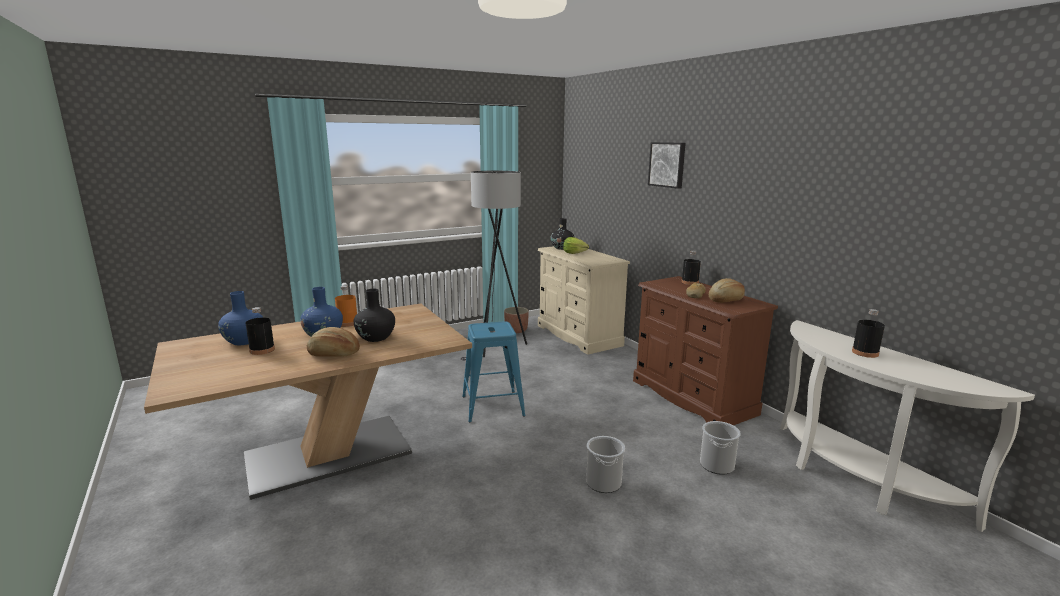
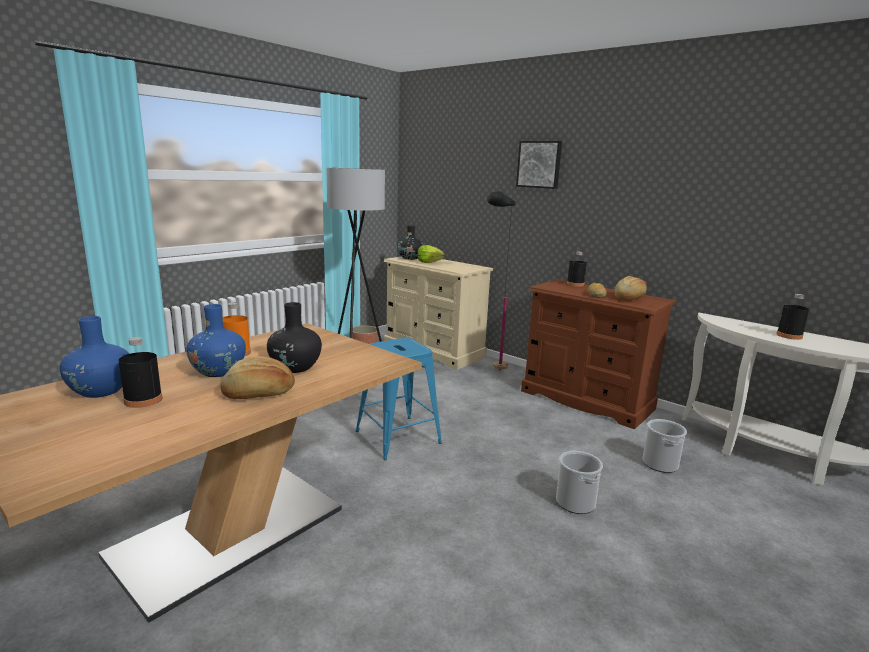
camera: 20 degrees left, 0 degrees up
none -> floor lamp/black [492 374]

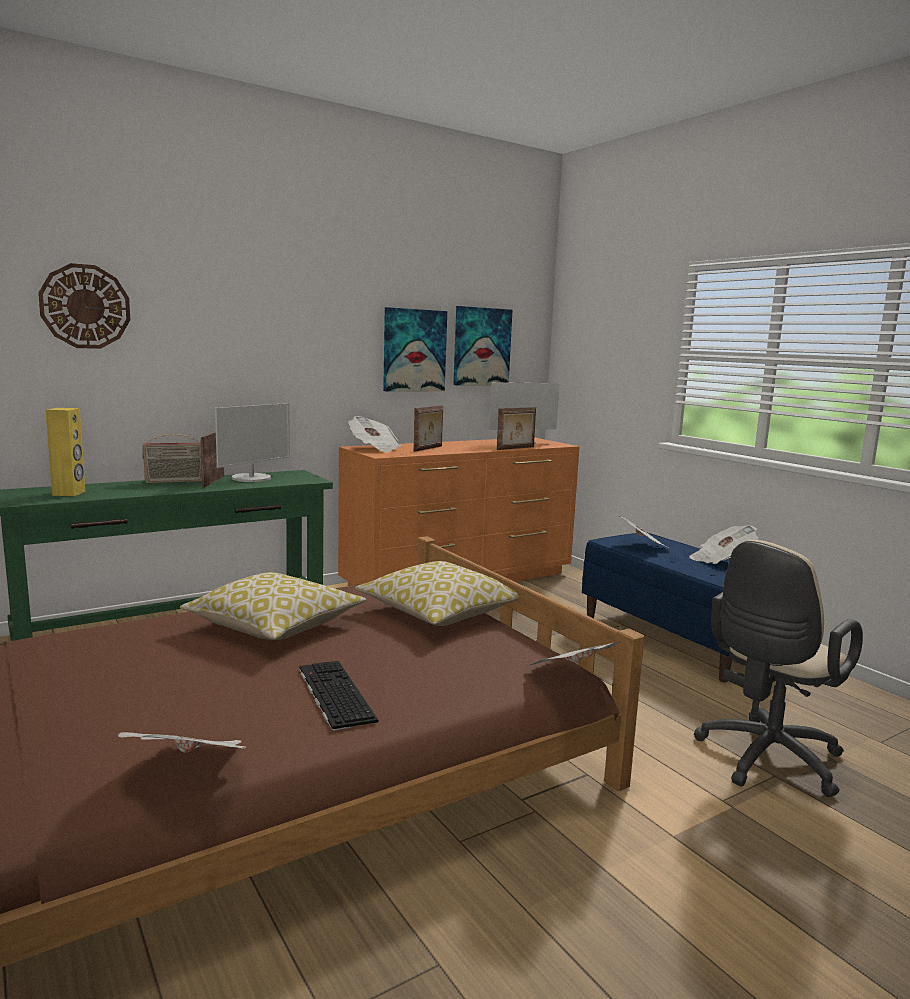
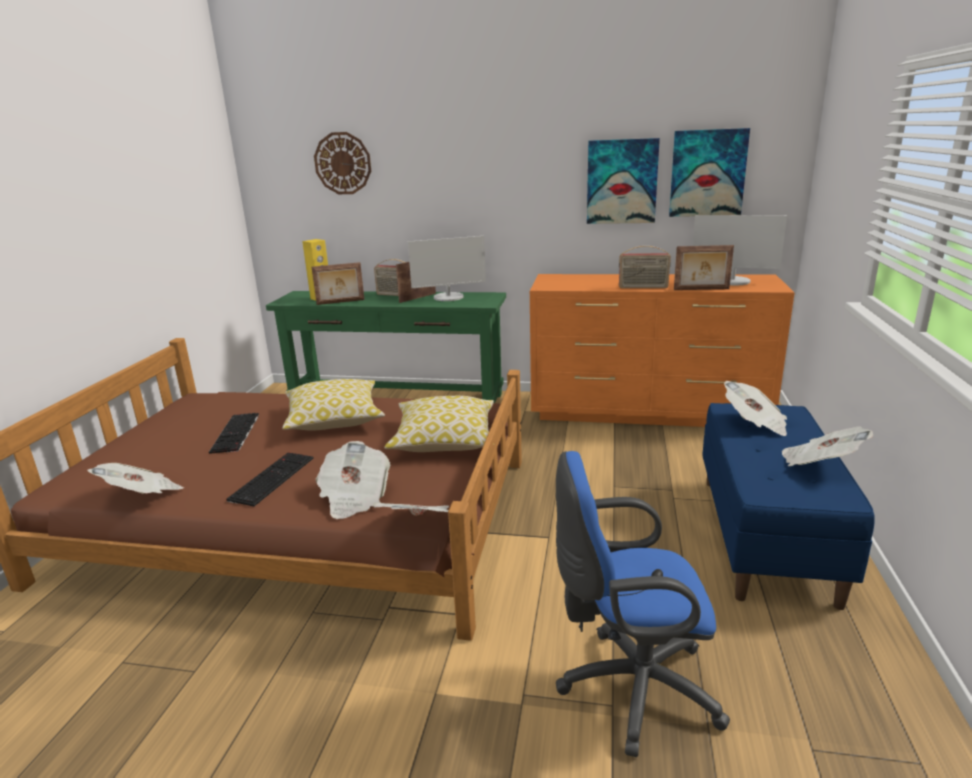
camera: 45 degrees right, 10 degrees up
none -> keyboard [236 433]
picture frame [428 448] -> picture frame [340 302], moved
newspaper [374 448] -> newspaper [354 497], moved
office chair/beige [765 760] -> office chair/blue [630 688]
none -> radio [643 287]

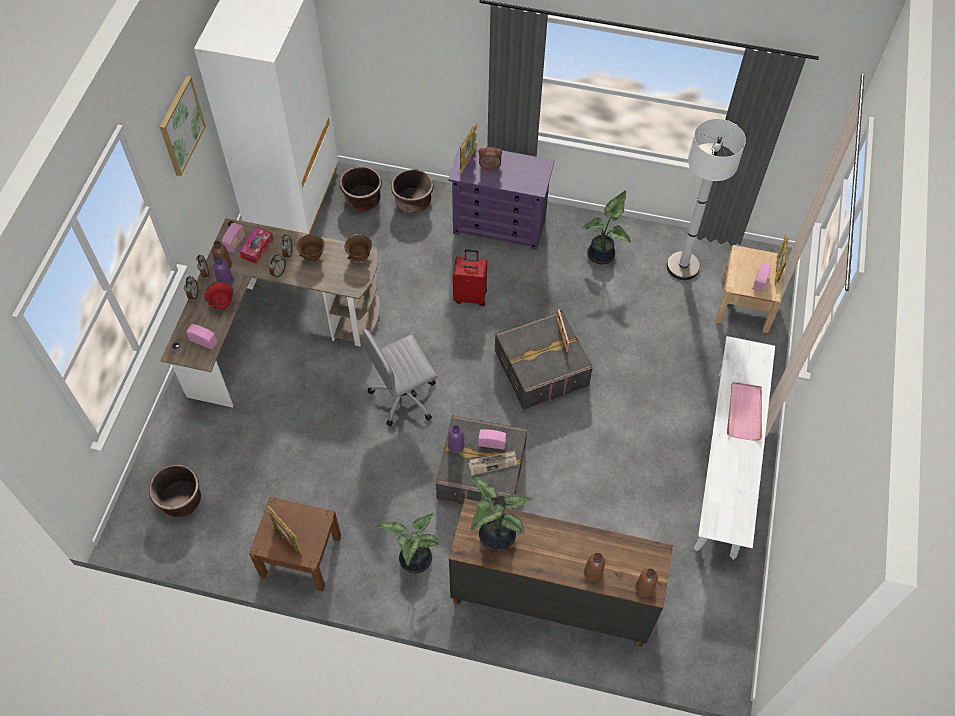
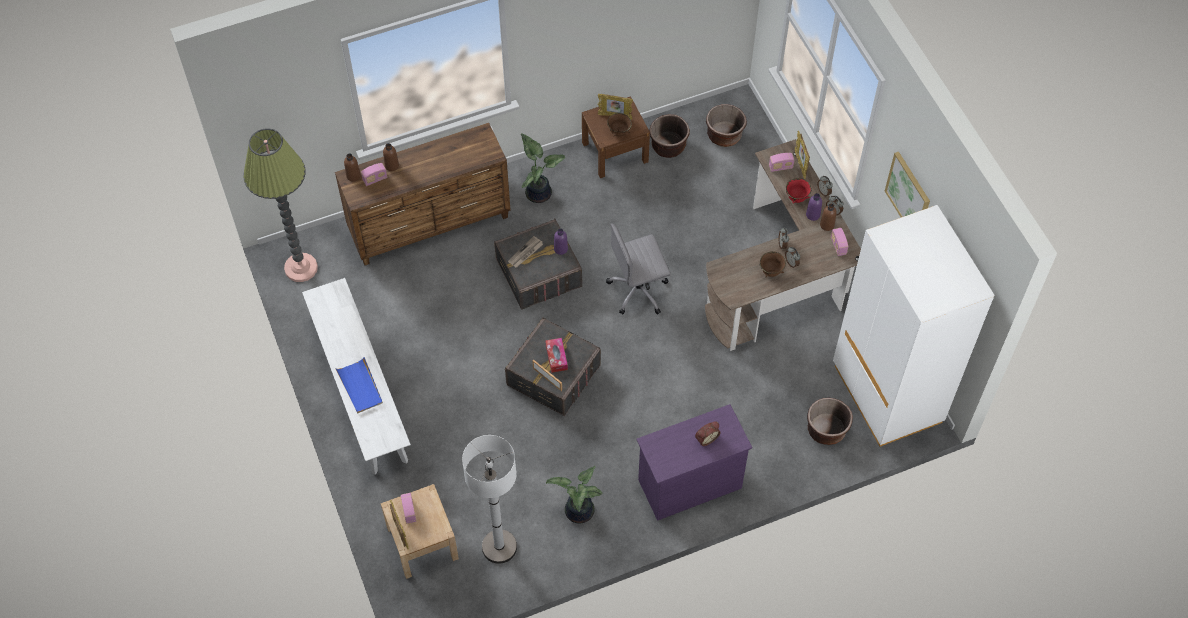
camera: 145 degrees right, 0 degrees up
none -> floor lamp [301 268]
tray/pink [744 412] -> tray/blue [360 387]
radio [492 443] -> radio [375 179], moved
tissue box [257 248] -> tissue box [556 357], moved
office chair/grey [405 396] -> office chair/grey [639 290], 135 degrees counterclockwise
bowl/brown [360 256] -> bowl/brown [619 133], moved
planter/brown [413 202] -> planter/brown [668 146], moved
picture frame [467 160] -> picture frame [800 165], moved
suitcase/red [470 296] -> none
potted plant [494 536] -> none

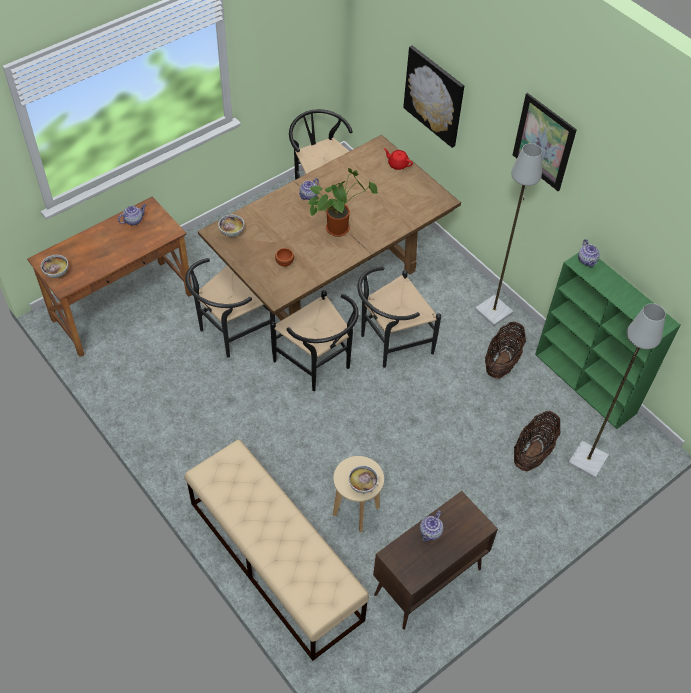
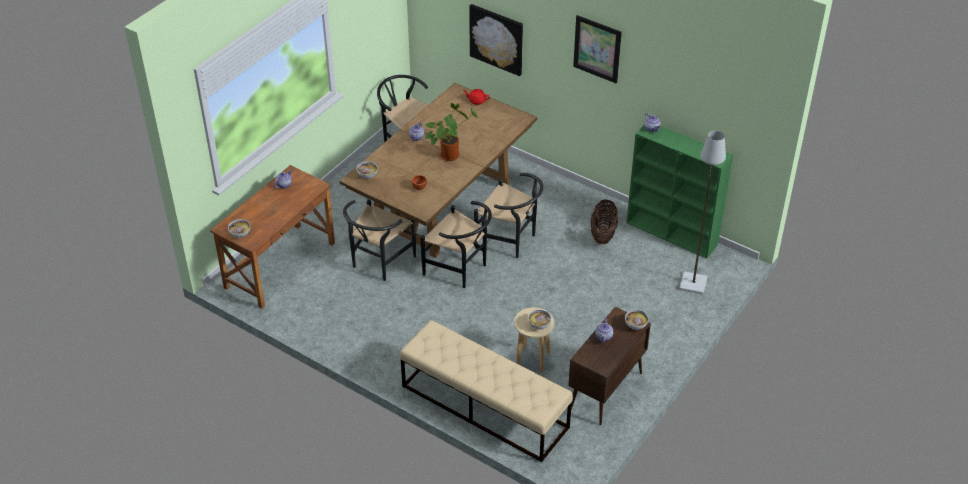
camera: 15 degrees left, 10 degrees down
chair/black [390 343] -> chair/black [510 241], 105 degrees counterclockwise
none -> bowl [635 326]
floor lamp/grey [494 311] -> none
basket [532 452] -> none

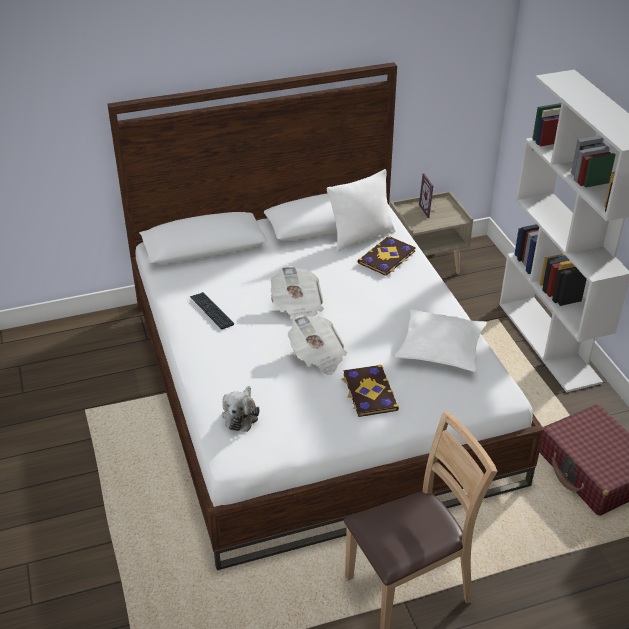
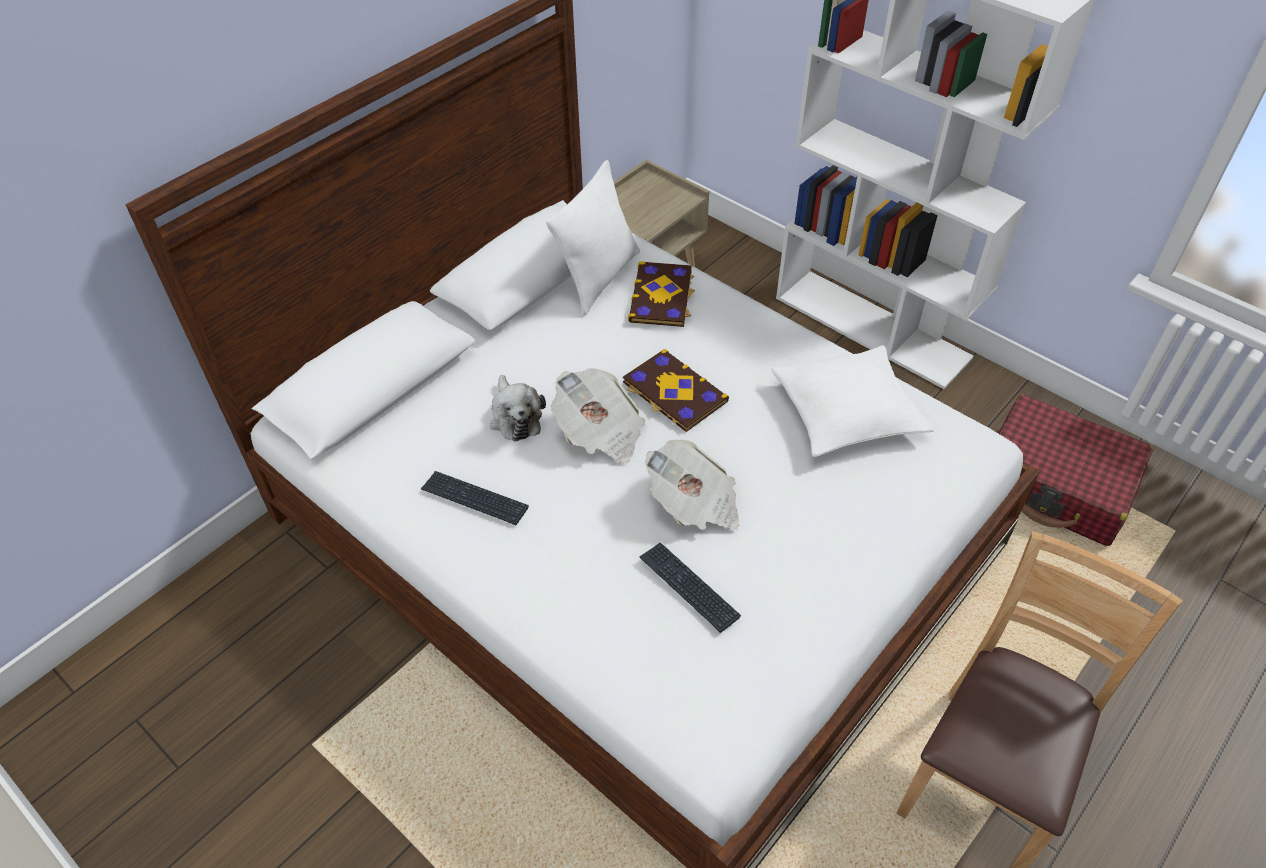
camera: 30 degrees left, 10 degrees up
plush toy [241 415] -> plush toy [515 417], moved
book [369 392] -> book [673 392], moved
none -> keyboard [688 587]
picture frame [429 210] -> none

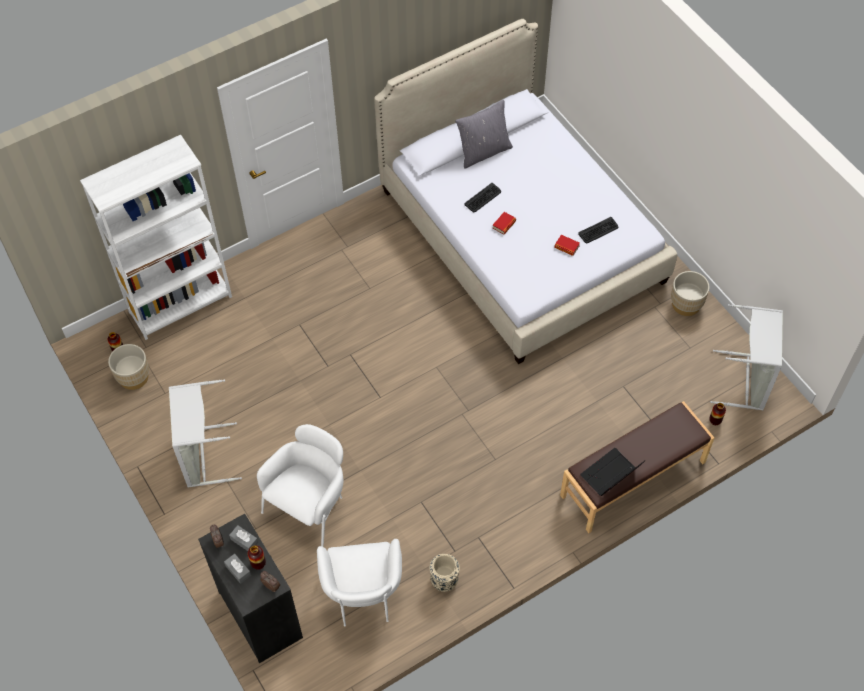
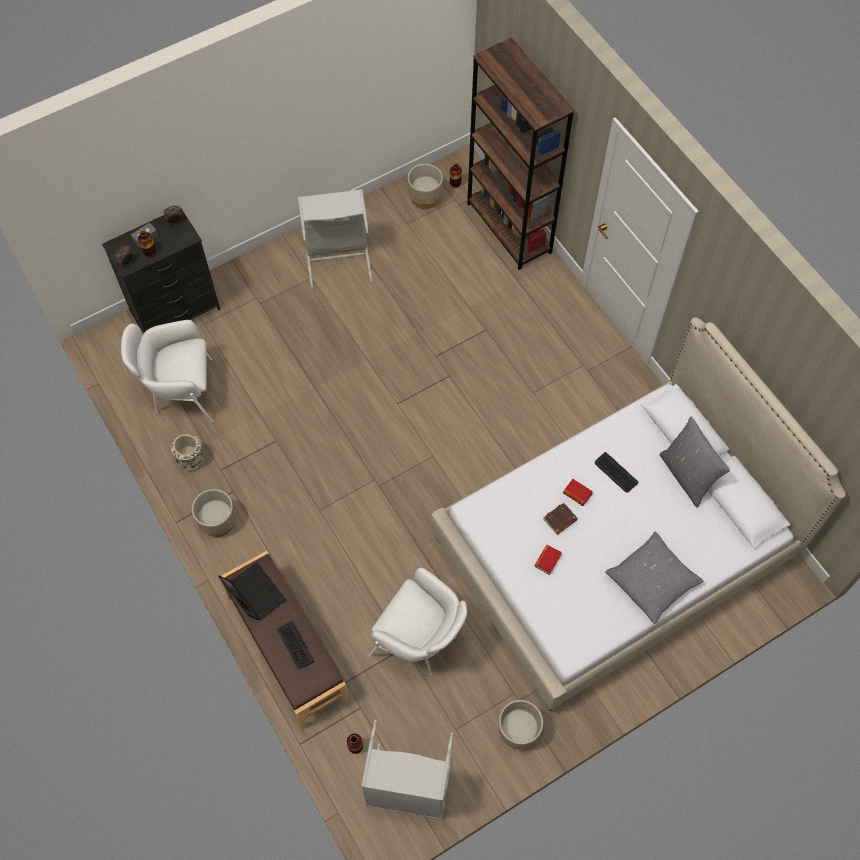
camera: 90 degrees right, 5 degrees up
none -> planter/beige [218 522]
keyboard [598 230] -> keyboard [295 645], moved
armchair/white [310 506] -> armchair/white [420 641], moved
bookcase/white [180 304] -> bookcase/brown [509 228]
none -> book/brown [560 520]
none -> pillow/grey [652 581]
tissue box/grey [244 541] -> none

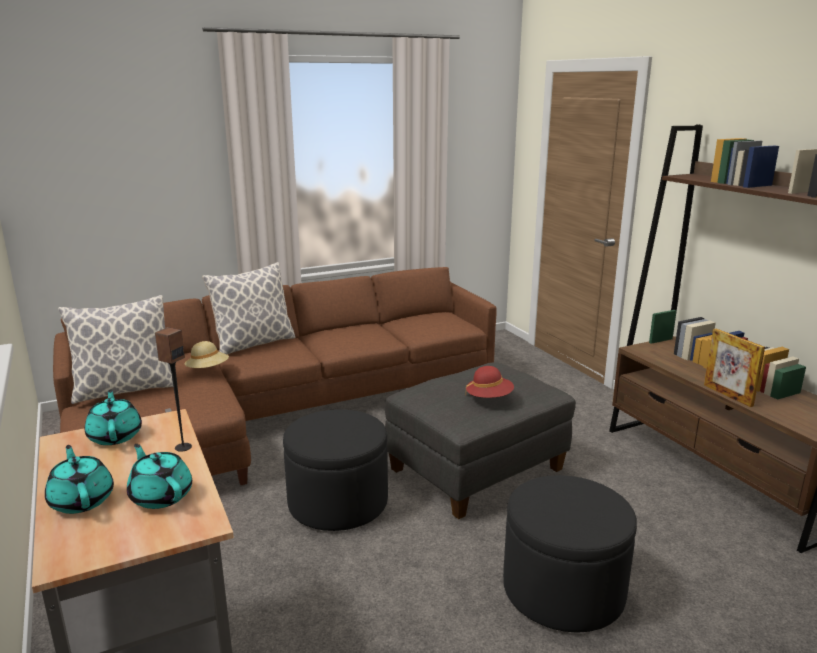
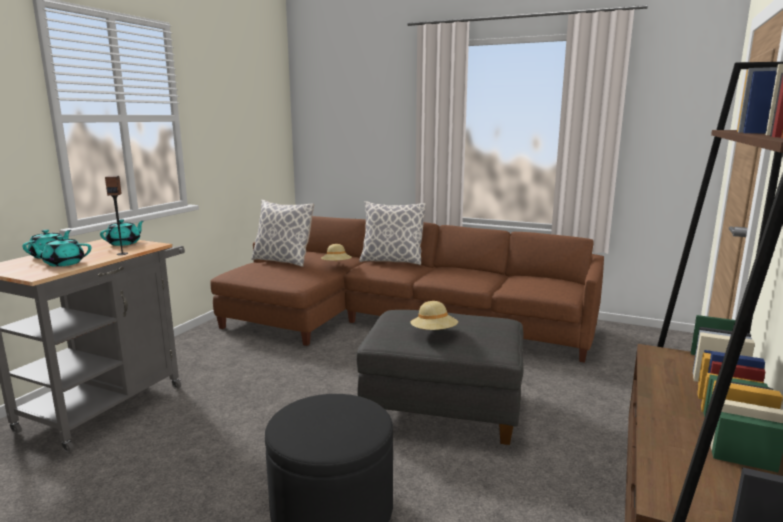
camera: 50 degrees right, 5 degrees down
teapot/turquoise [161 495] -> teapot/turquoise [63 263], 105 degrees counterclockwise
hat/red [489 398] -> hat/beige [434 333]
ottoman/black [338 503] -> none
picture frame [727 395] -> none

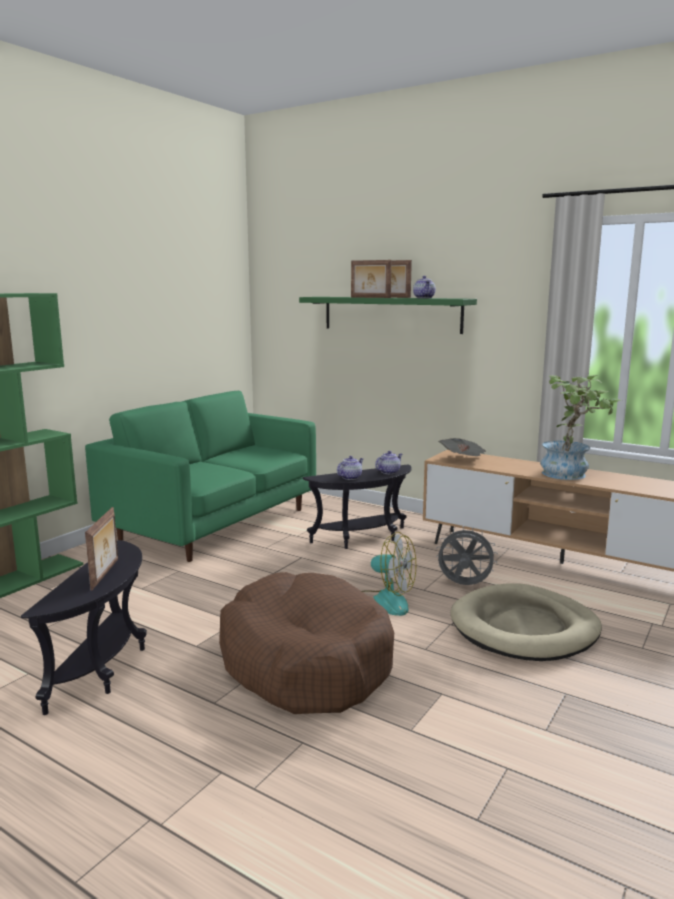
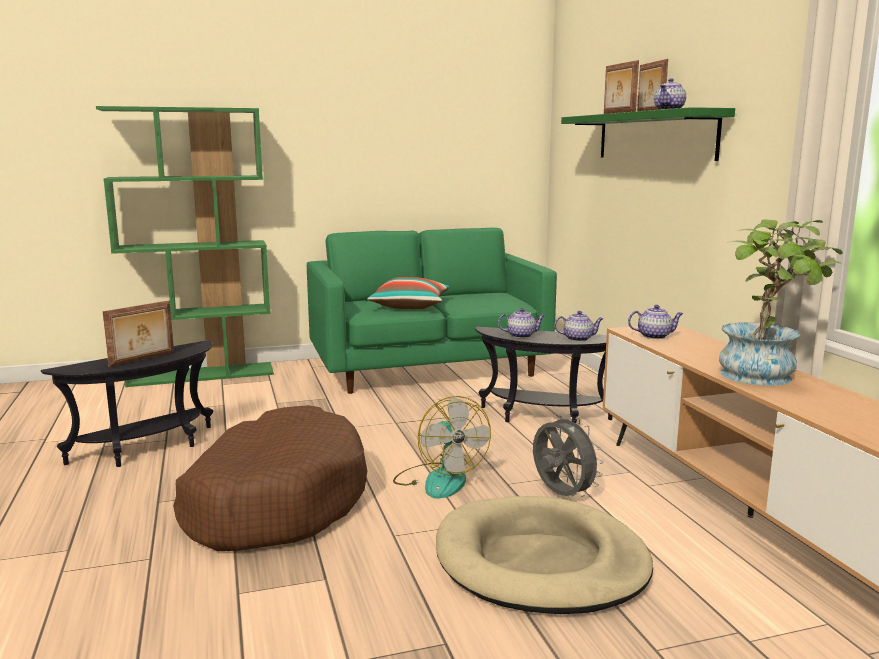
camera: 40 degrees right, 0 degrees up
none -> pillow [410 306]
newspaper [463 460] -> teapot [655 336]

